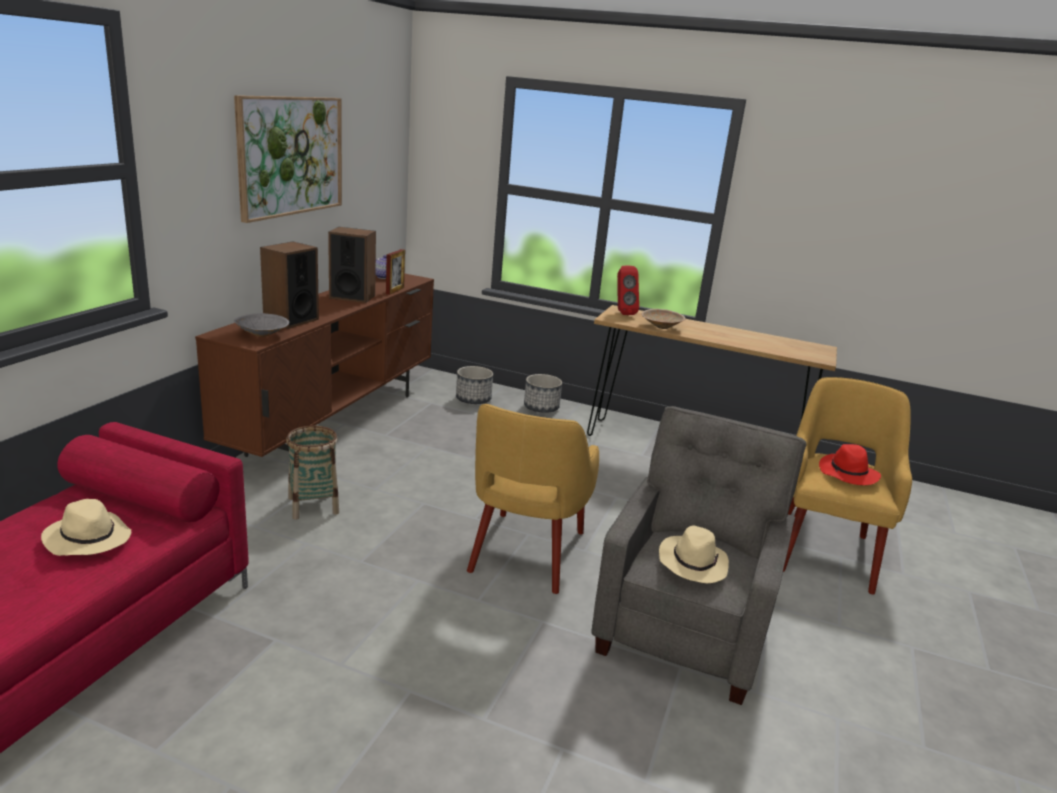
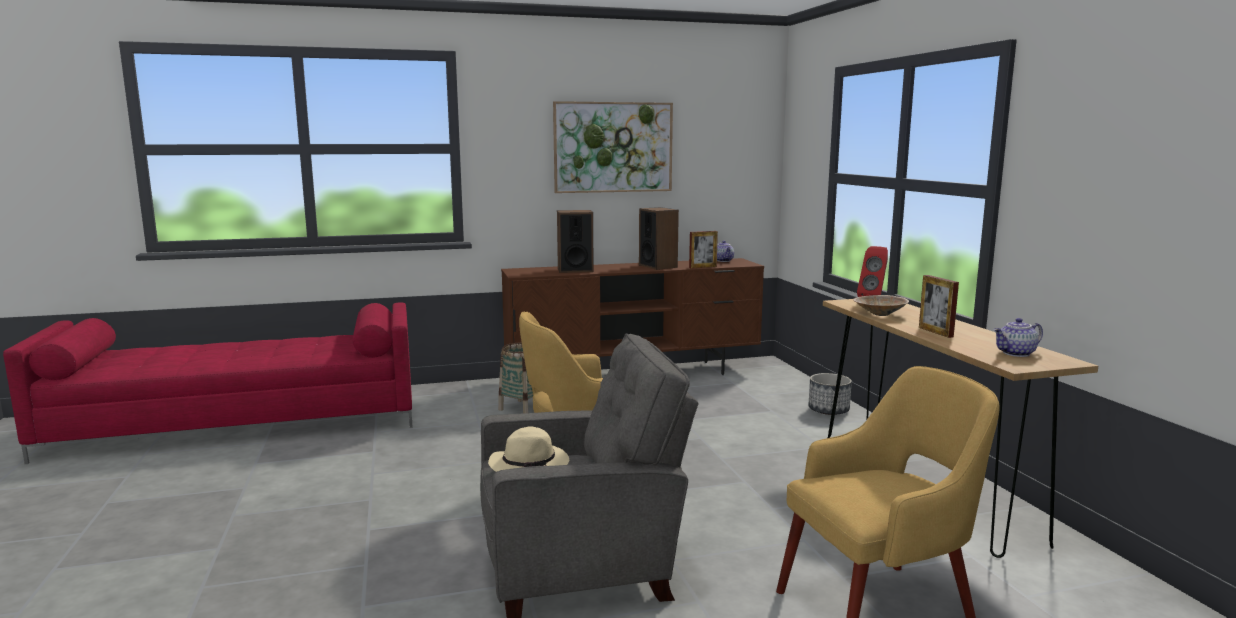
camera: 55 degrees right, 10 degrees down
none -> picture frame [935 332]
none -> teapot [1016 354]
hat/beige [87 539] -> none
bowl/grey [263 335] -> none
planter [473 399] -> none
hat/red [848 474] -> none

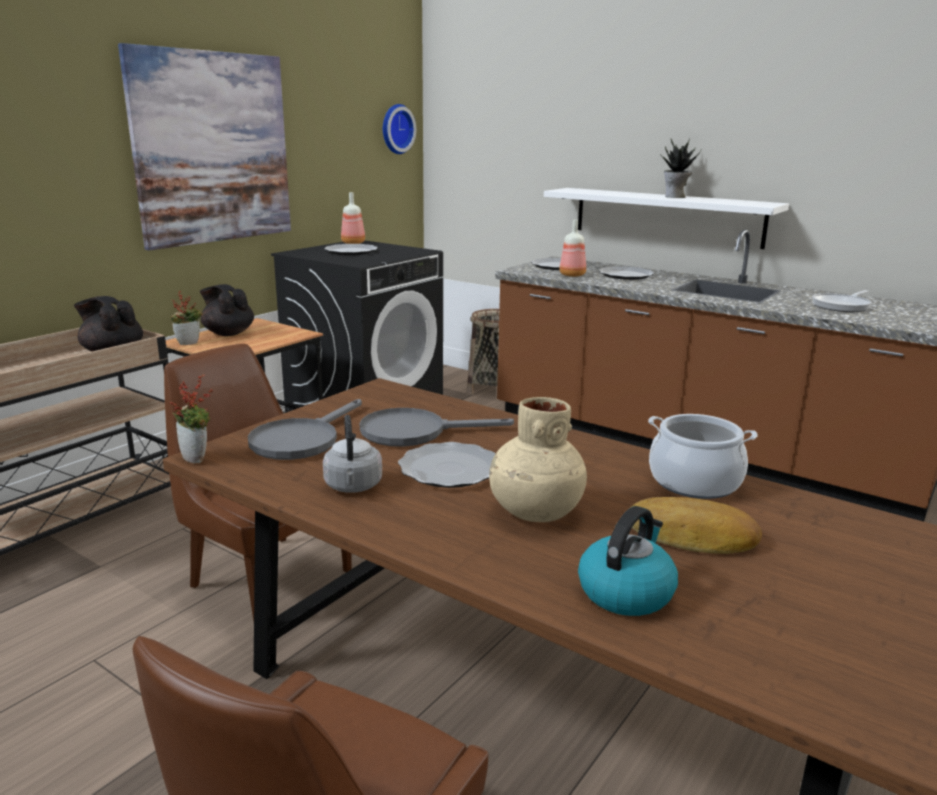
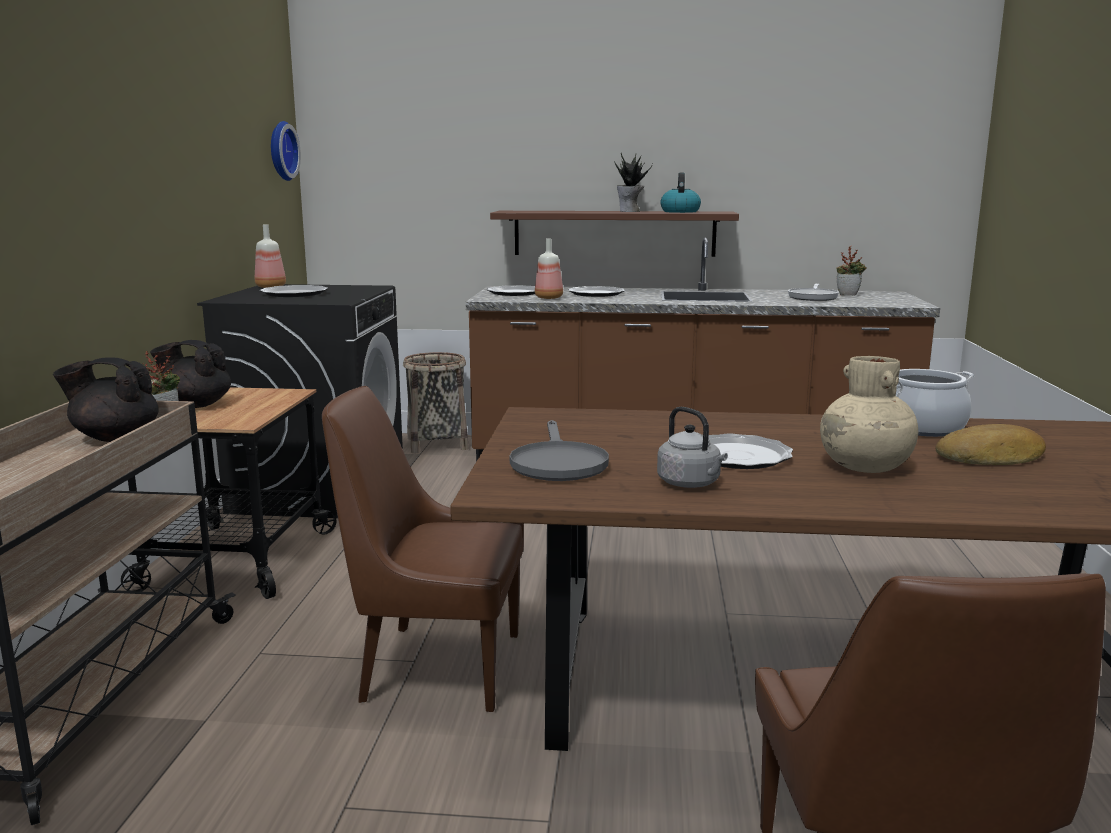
camera: 30 degrees left, 5 degrees down
shelf/white [667 217] -> shelf/brown [614 233]
kettle [626 592] -> kettle [680 211], moved
potted plant [198 458] -> potted plant [848 295], moved
picture [213 148] -> none
frying pan/grey [415 432] -> none

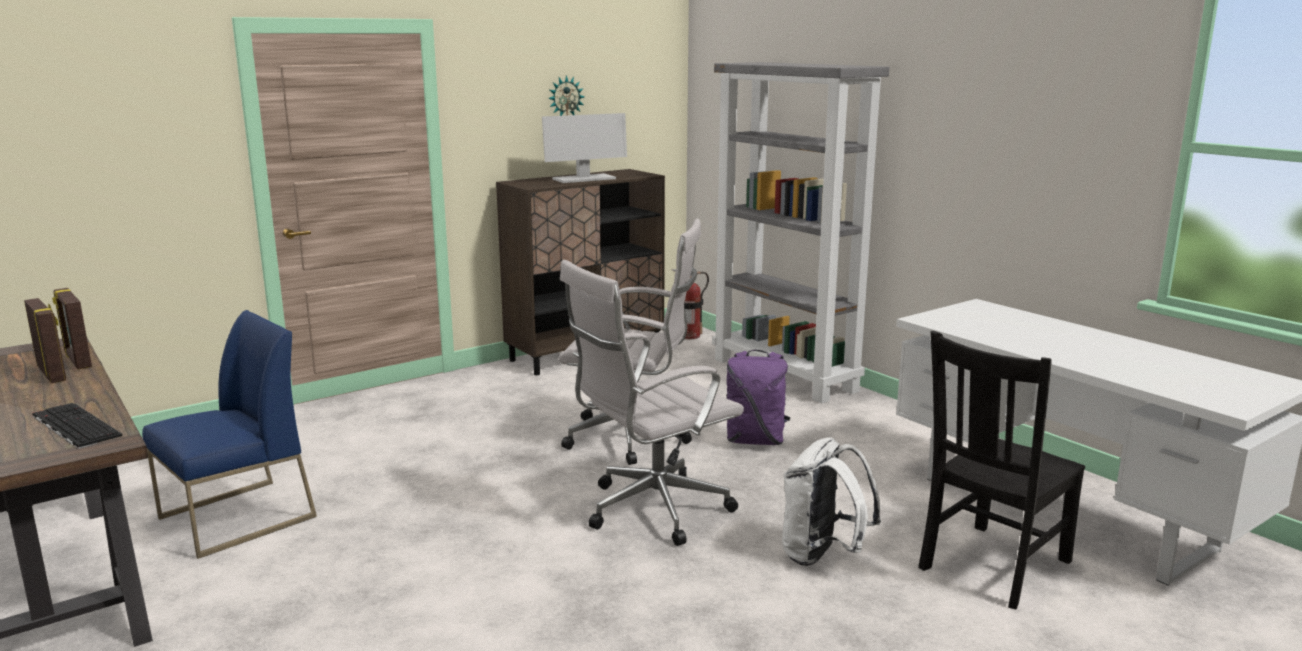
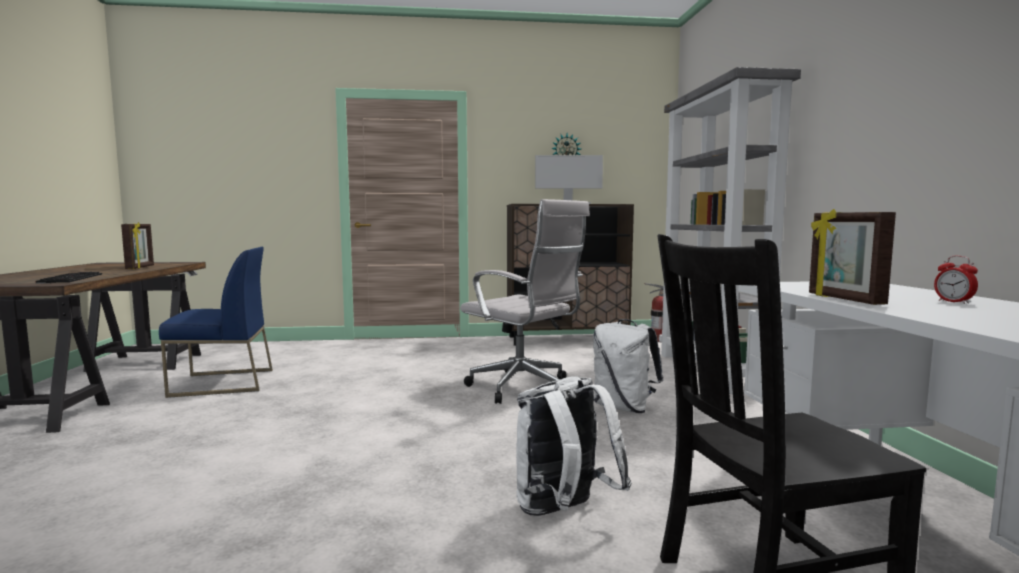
camera: 30 degrees right, 10 degrees down
backpack/purple [755 440] -> backpack/white [624 408]
picture frame [77 361] -> picture frame [843 299], moved
none -> alarm clock [953 302]
office chair/white [650 510] -> none

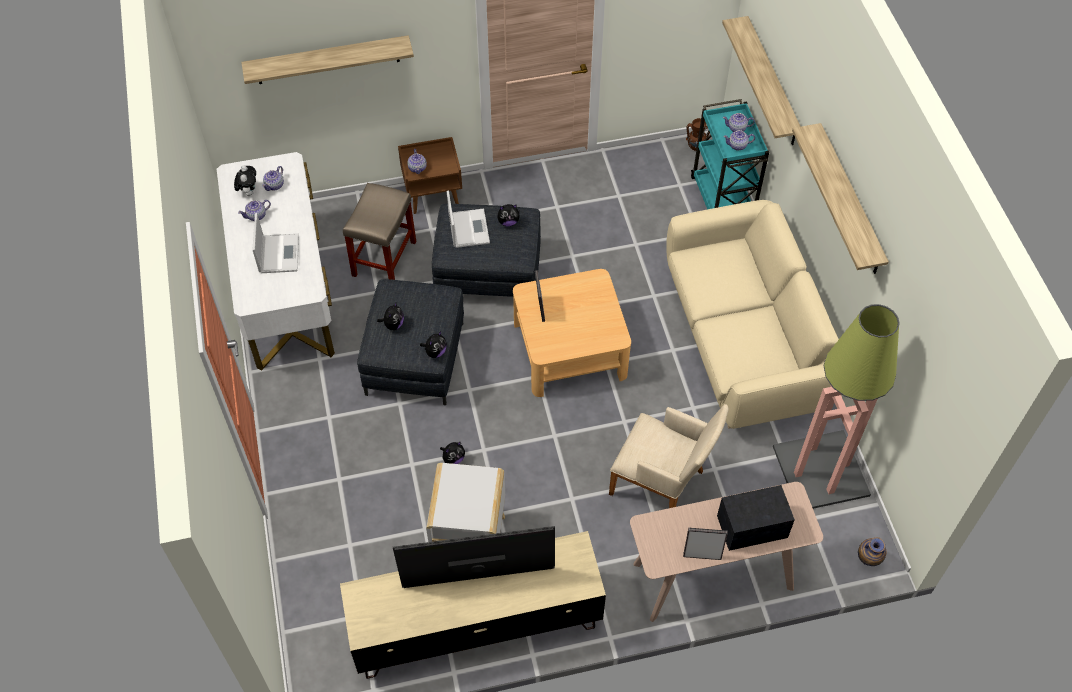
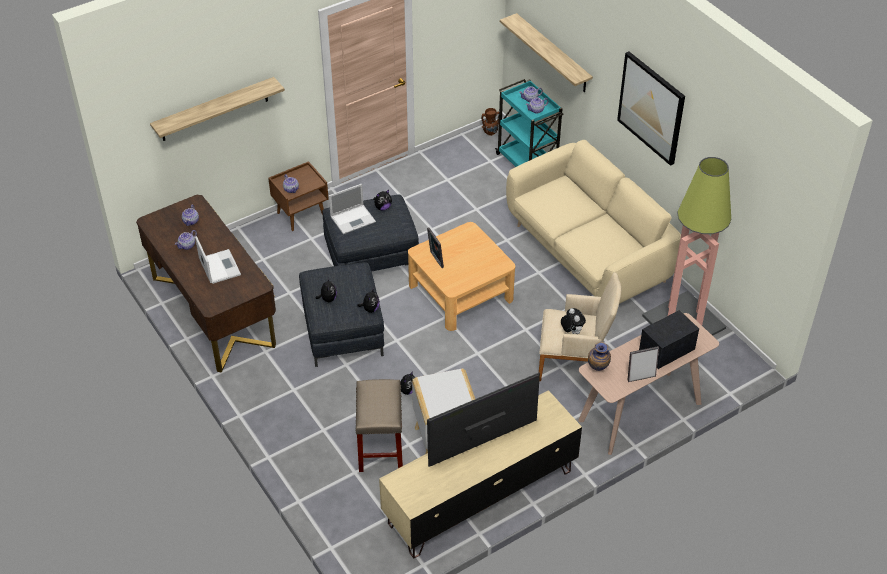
camera: 20 degrees left, 10 degrees down
desk/white [285 291] -> desk/brown [213 311]
laptop [468 228] -> laptop [353 219], 90 degrees clockwise
stool/beige [384 259] -> stool/beige [381 448], moved
plush toy [248 192] -> plush toy [571 331], moved
vase [867 561] -> vase [597 370], moved
shelf [850 201] -> picture [651 107]

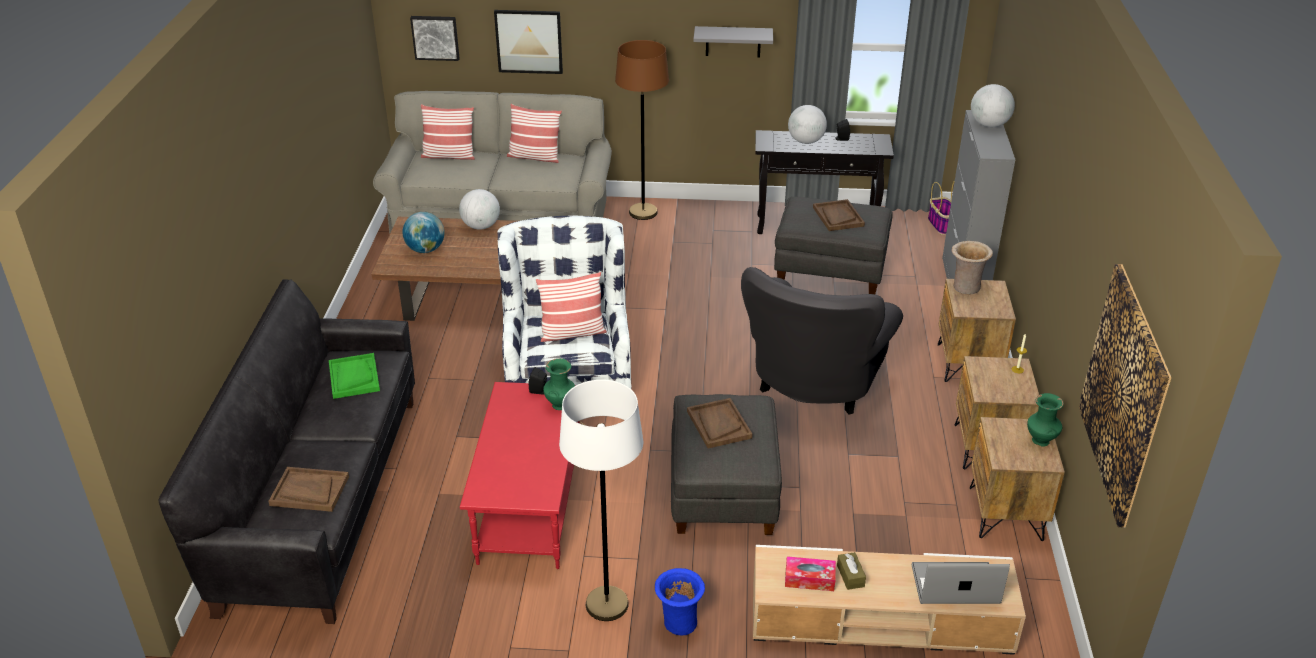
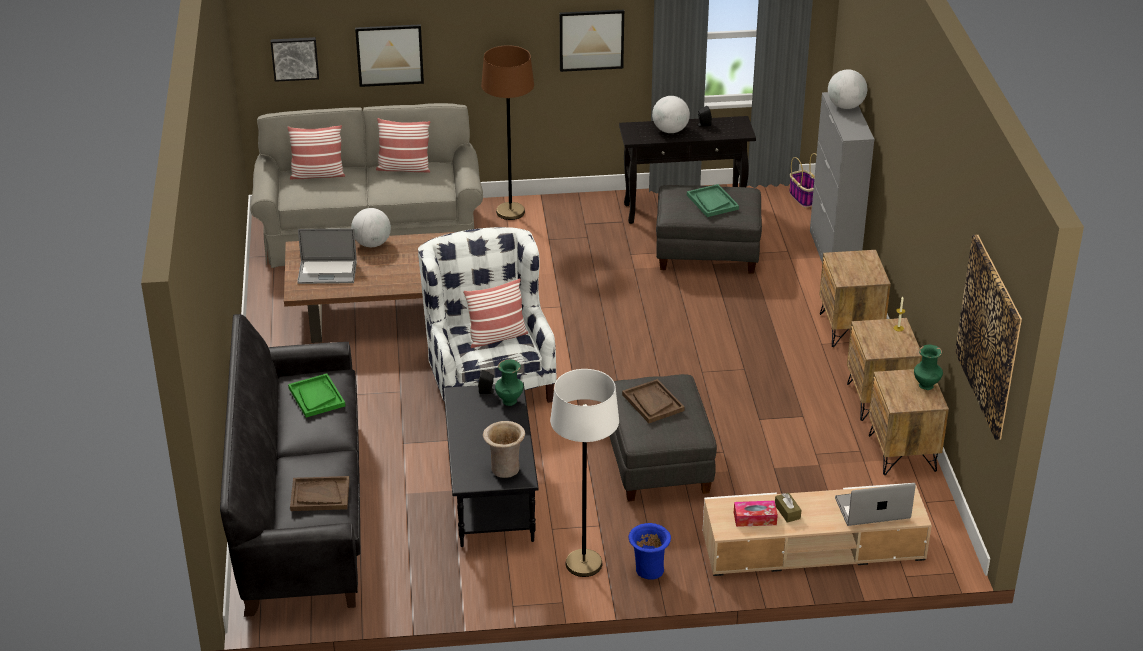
camera: 10 degrees left, 0 degrees up
globe [425 250] -> laptop [327 272]
coffee table/red [529 504] -> coffee table/black [490 493]
vase/beige [965 287] -> vase/beige [504 468], moved
shelf/grey [733 41] -> picture [591 40]
tray/brown [838 216] -> tray/green [712 202]
armchair/grey [813 386] -> none

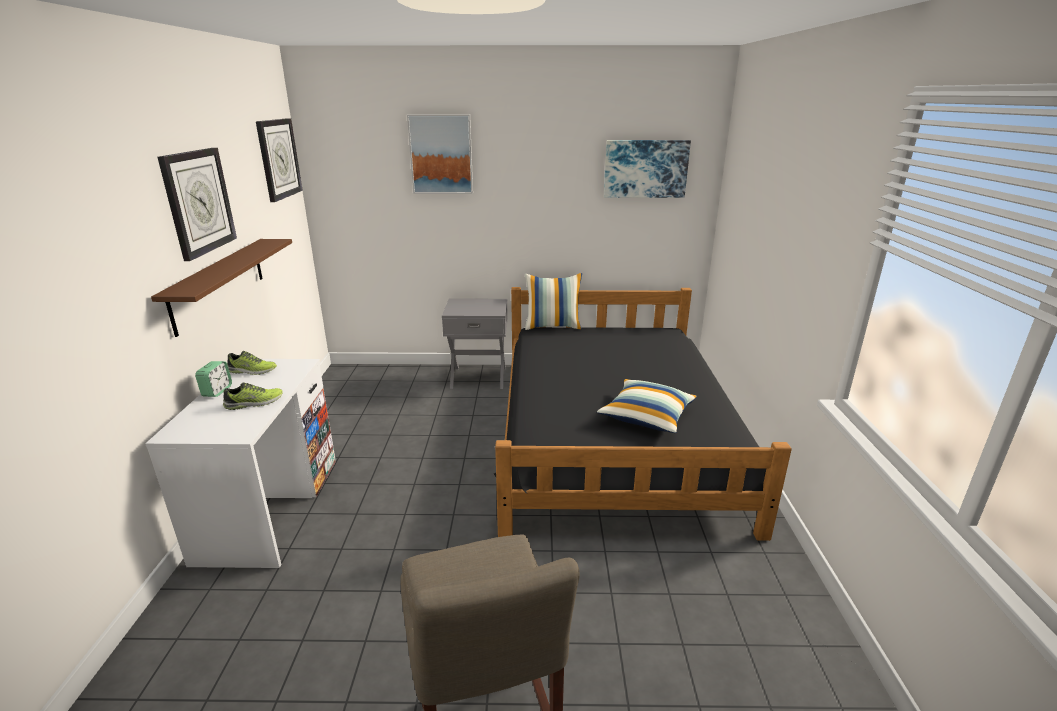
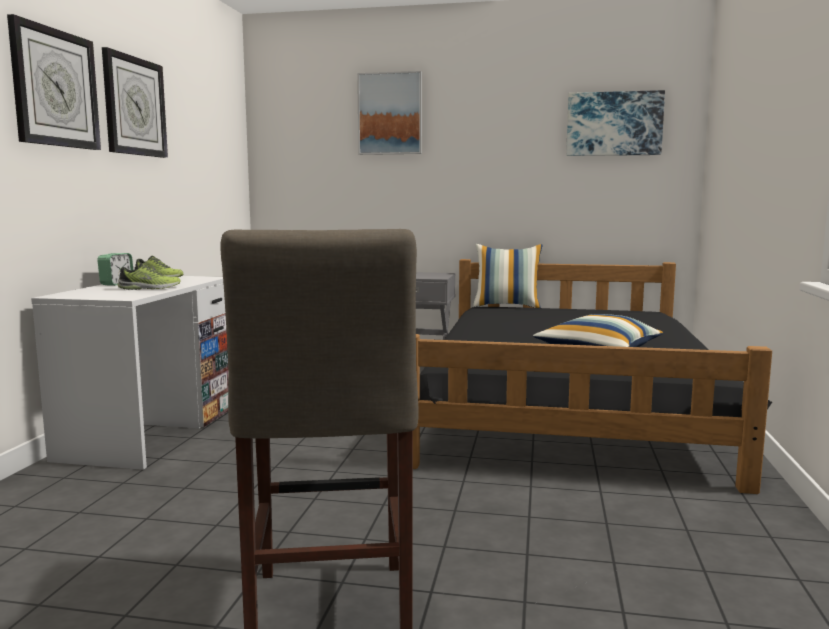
camera: 10 degrees right, 15 degrees down
wall clock [278 159] -> wall clock [55 88], moved
shelf/brown [219 283] -> none

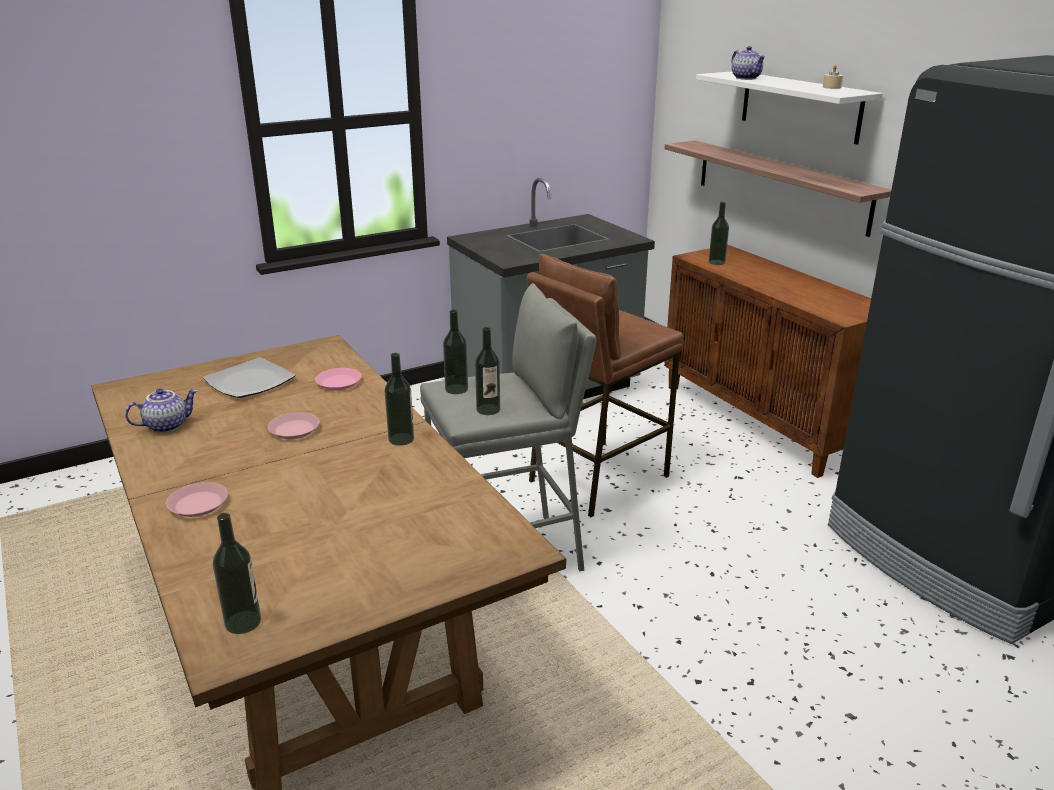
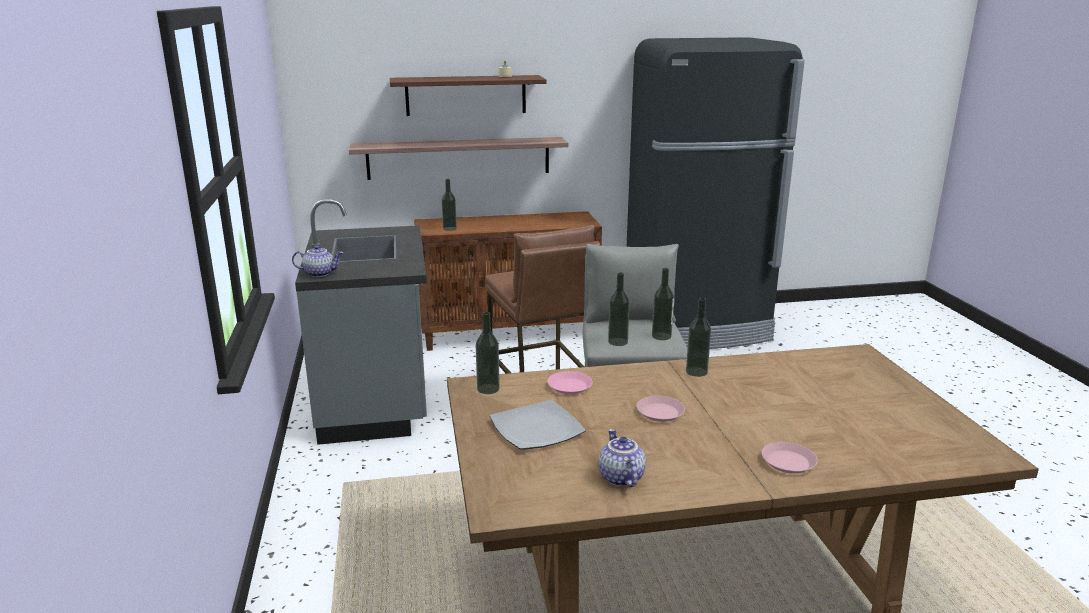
camera: 70 degrees left, 5 degrees down
teapot [747 78] -> teapot [320 273], moved
shelf/white [800 106] -> shelf/brown [466 95]
bottle [243 622] -> bottle [488 389], moved

